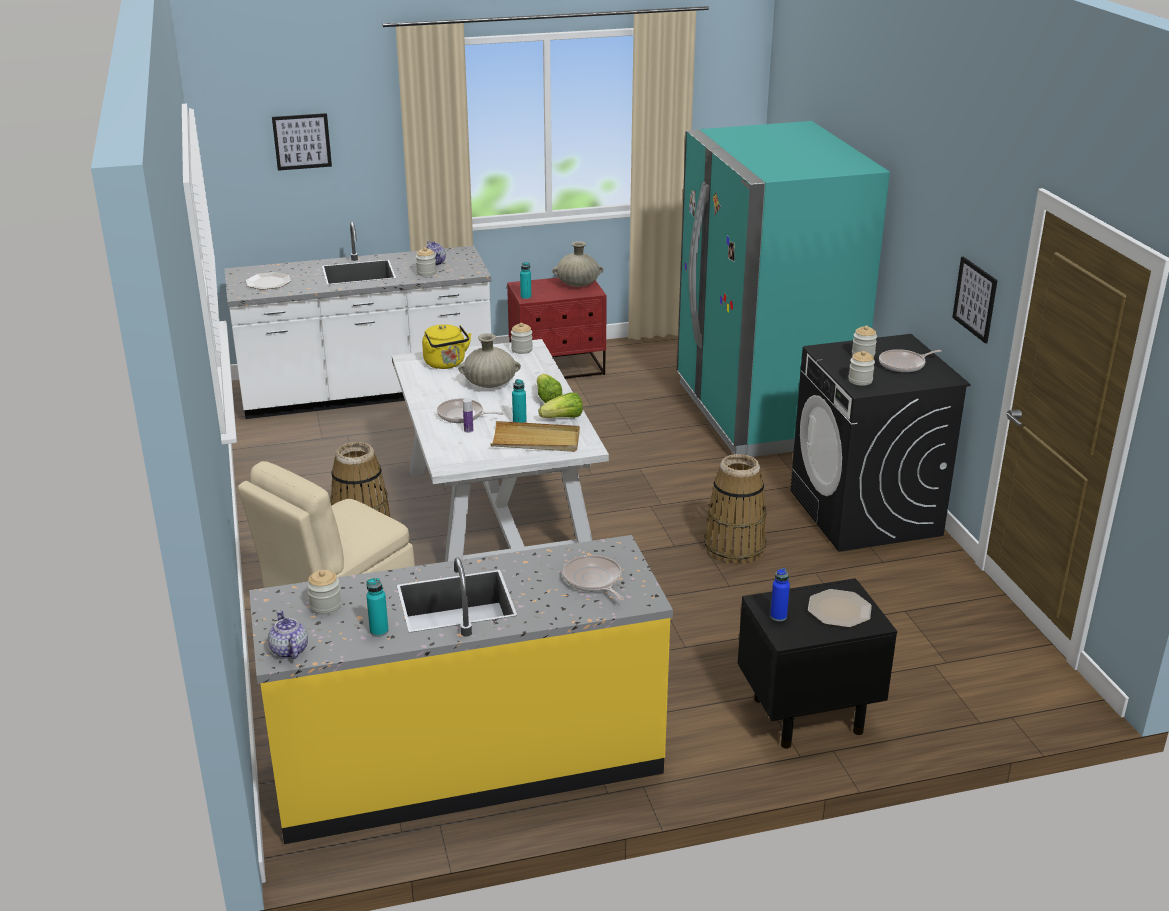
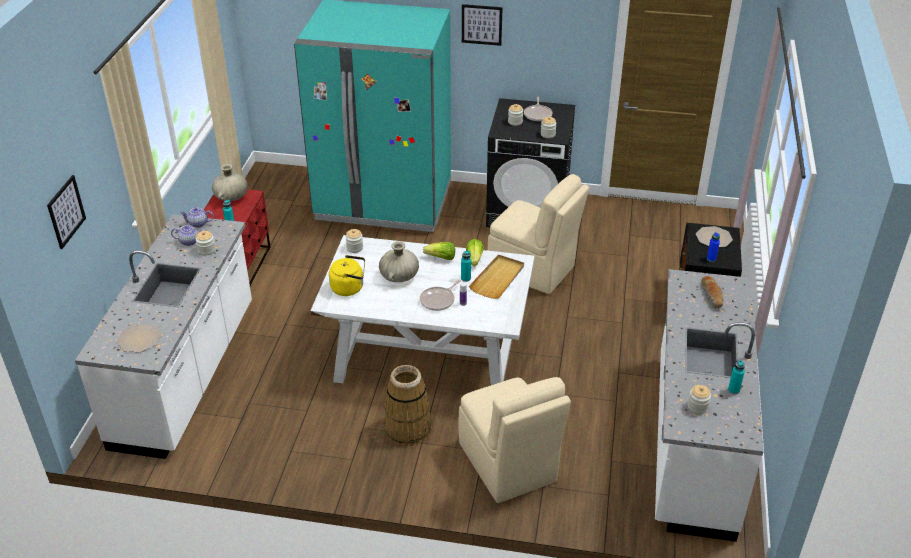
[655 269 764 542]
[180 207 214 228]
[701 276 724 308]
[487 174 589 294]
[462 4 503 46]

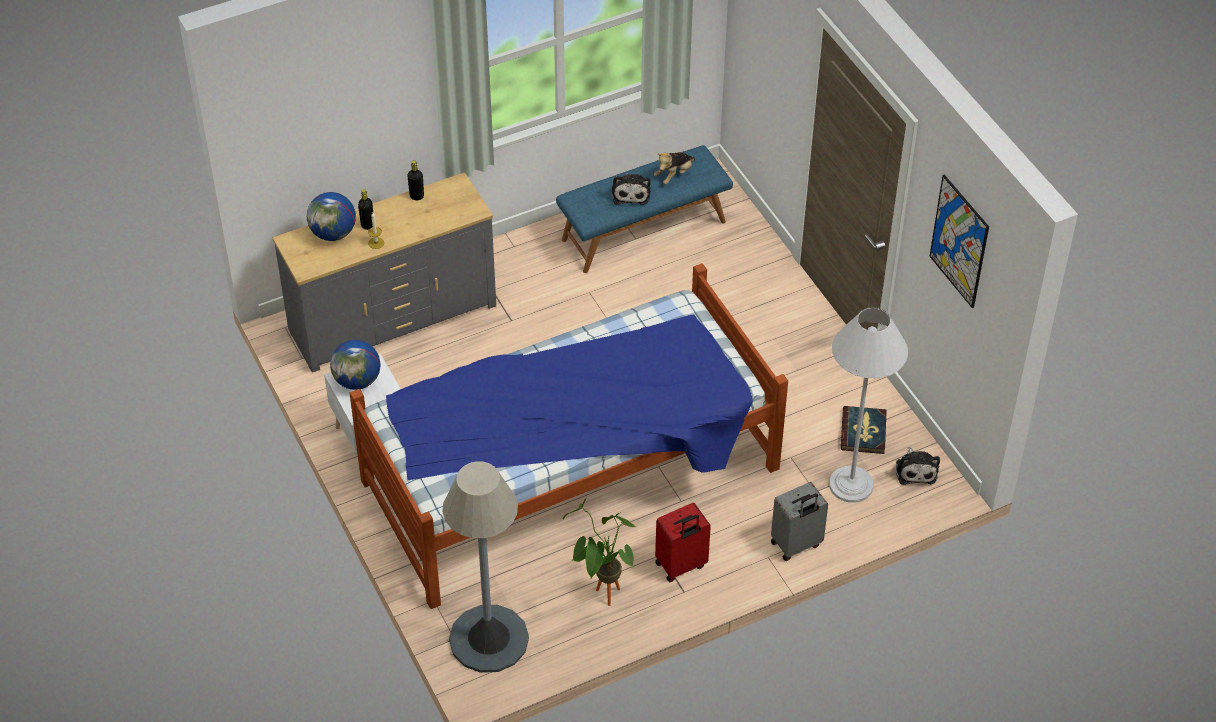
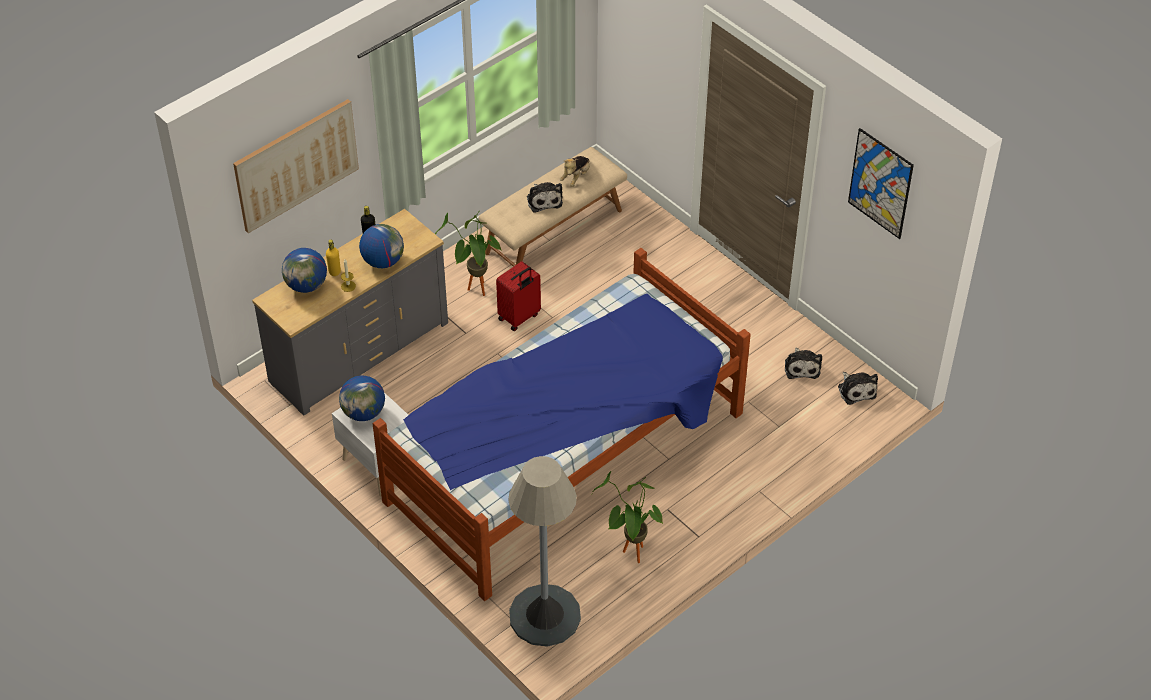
[326 240 341 276]
[479 147 627 267]
[496 261 541 331]
[771 482 828 561] (first image)
[829 307 908 503] (first image)
[785 348 822 379]
[233 99 359 233]
[359 224 404 268]
[435 212 501 296]

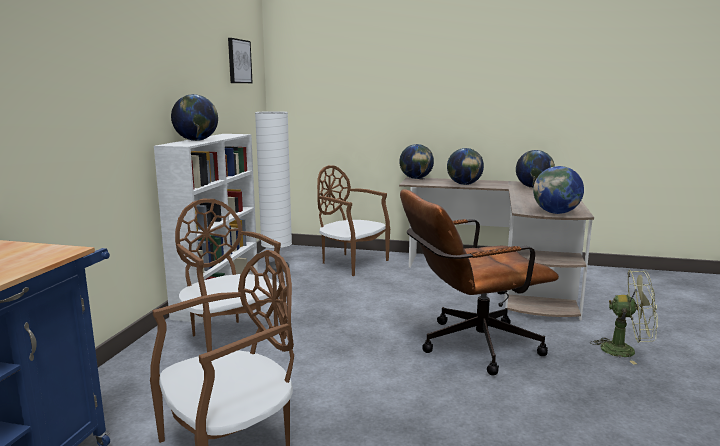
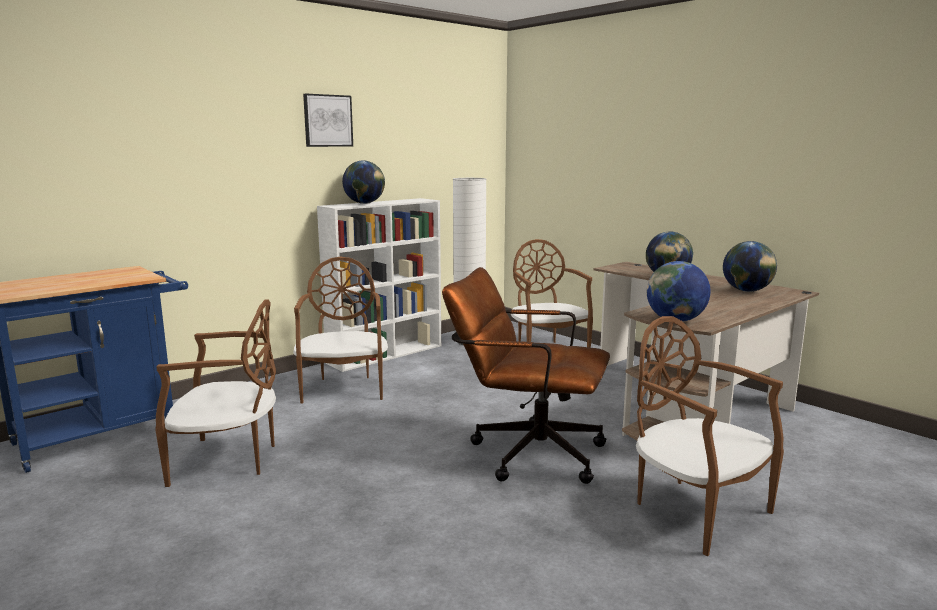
[303 93 353 147]
[399 144 434 179] (first image)
[636 316 784 556]

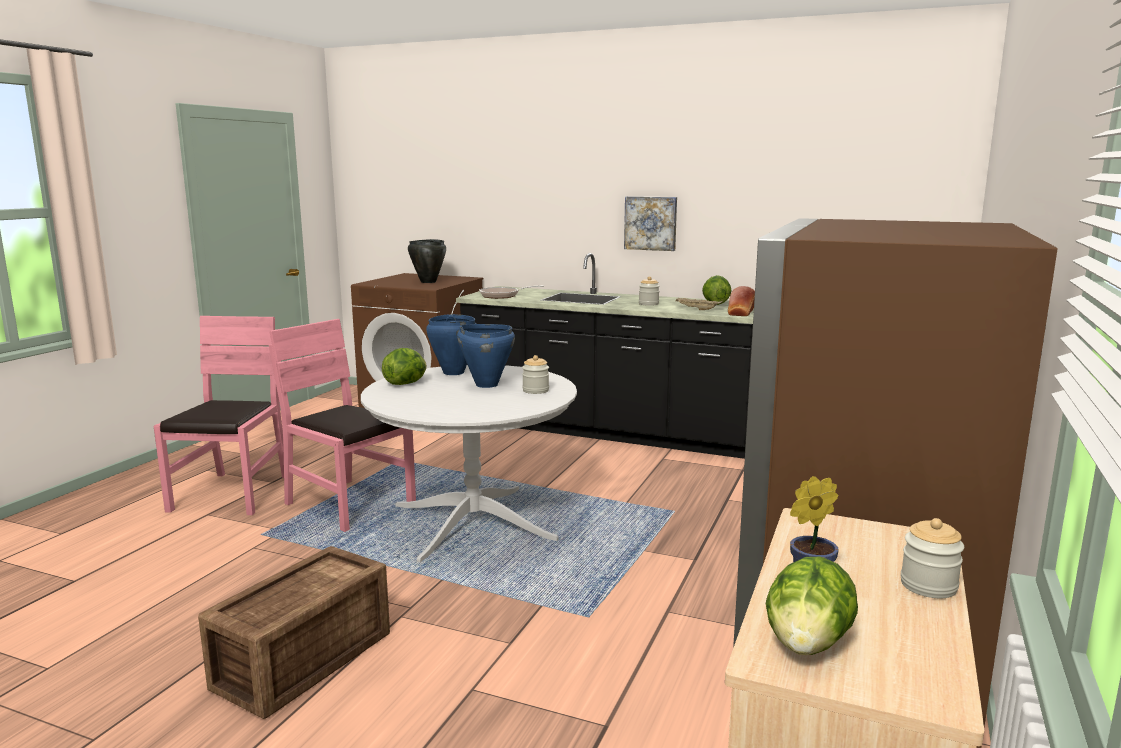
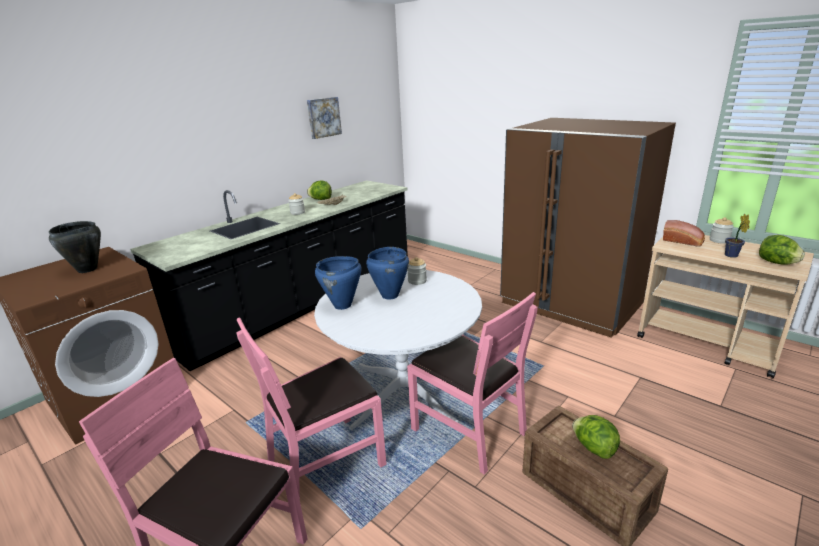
[572 415 620 459]
[479 285 544 299] (first image)
[307 97 342 139]
[663 220 705 247]
[407 292 537 475]

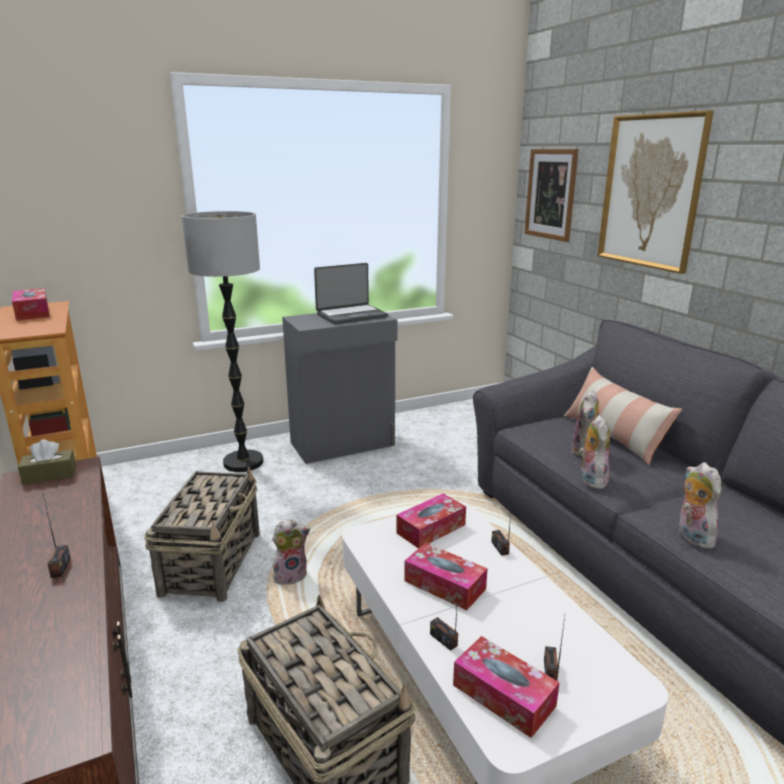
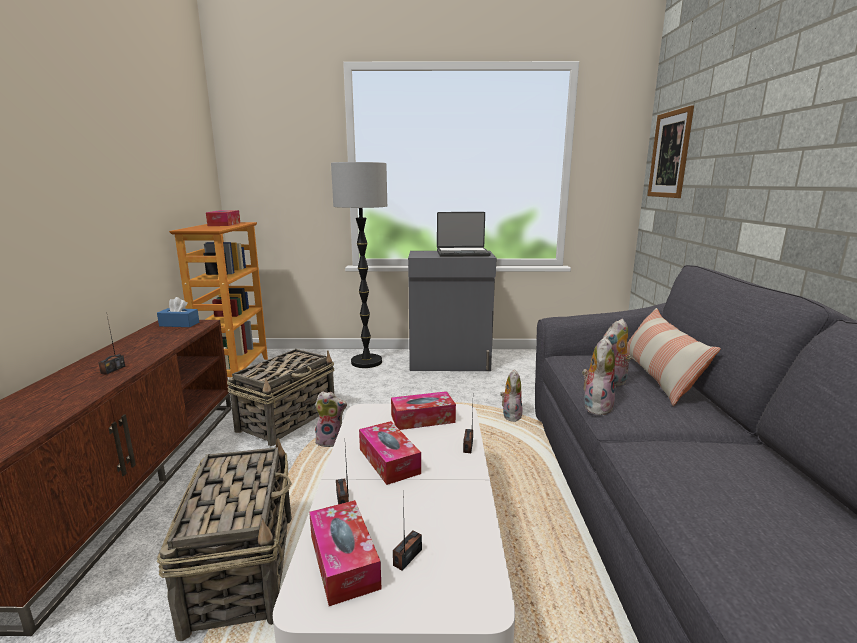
[157 297 199 327]
[597 110 714 274] (first image)
[500 369 522 422]

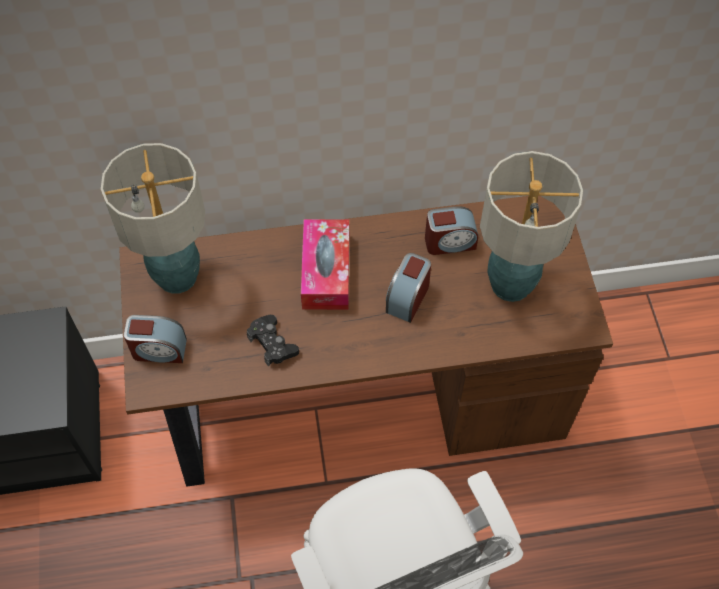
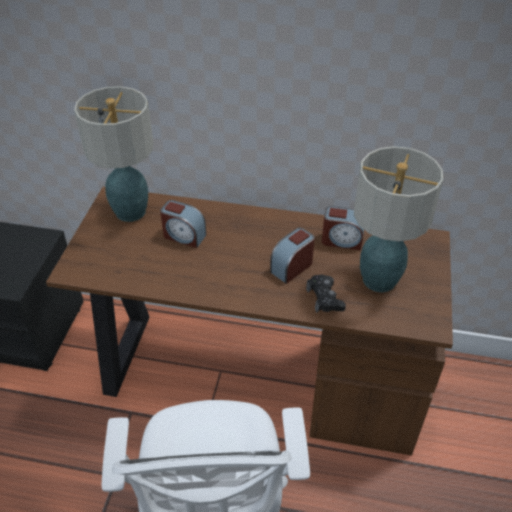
[160 200 206 248]
[306 275 346 313]
[301 219 349 310] (first image)

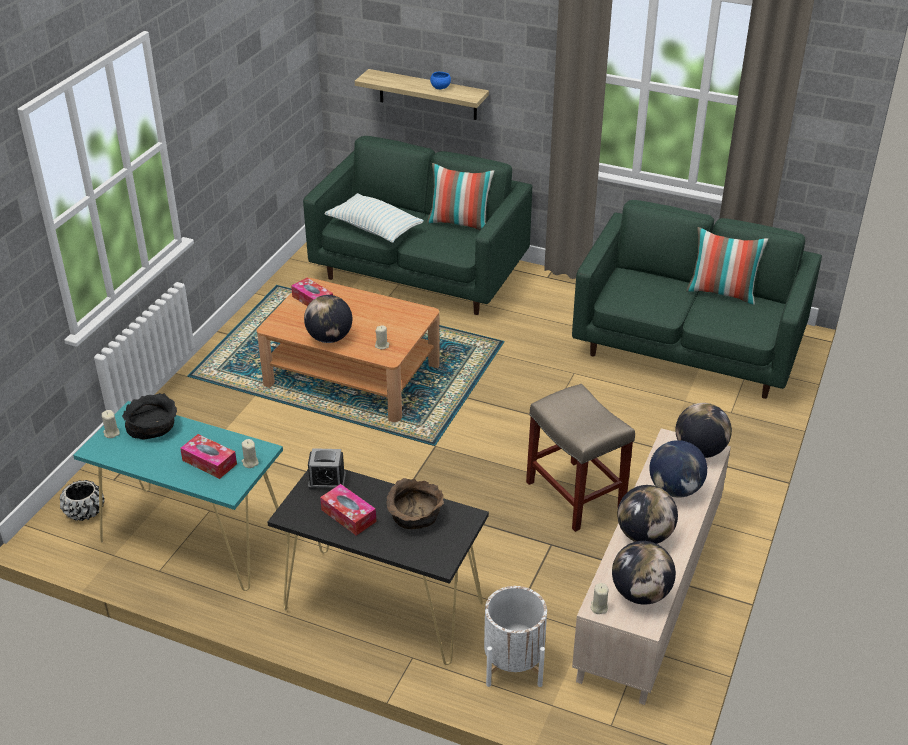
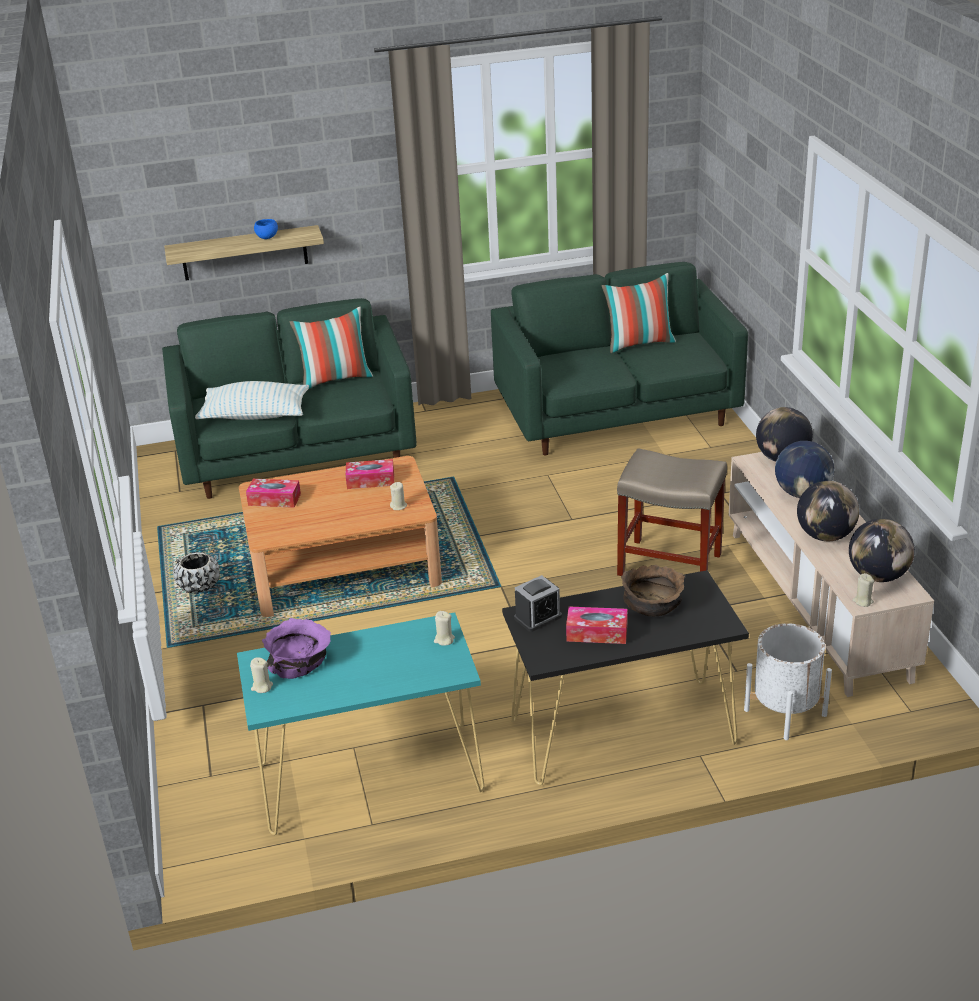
[173 552 220 594]
[262 618 331 679]
[345 459 394 489]
[304 295 352 343] (first image)

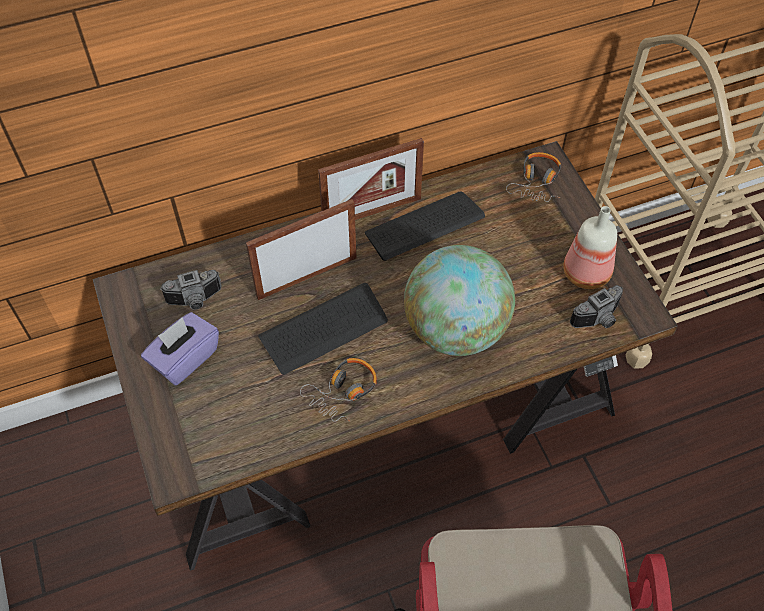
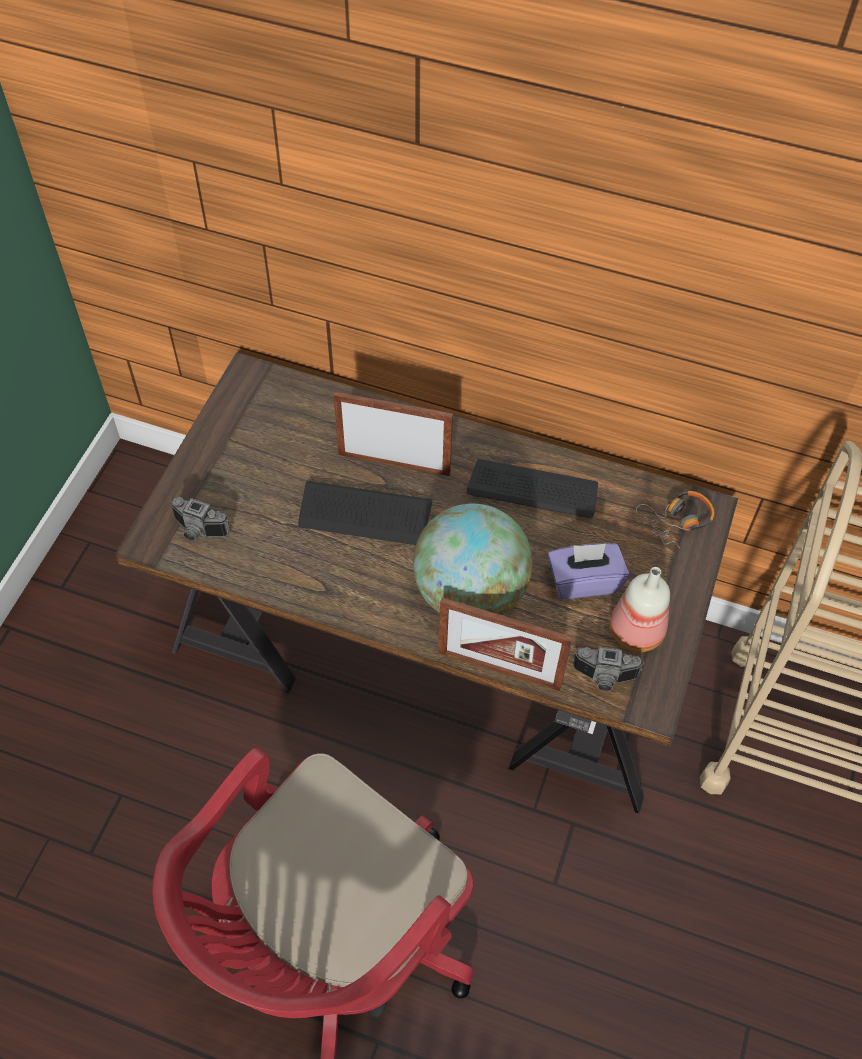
[548 543 629 599]
[170 497 231 541]
[300 358 377 422] (first image)
[438 597 573 691]

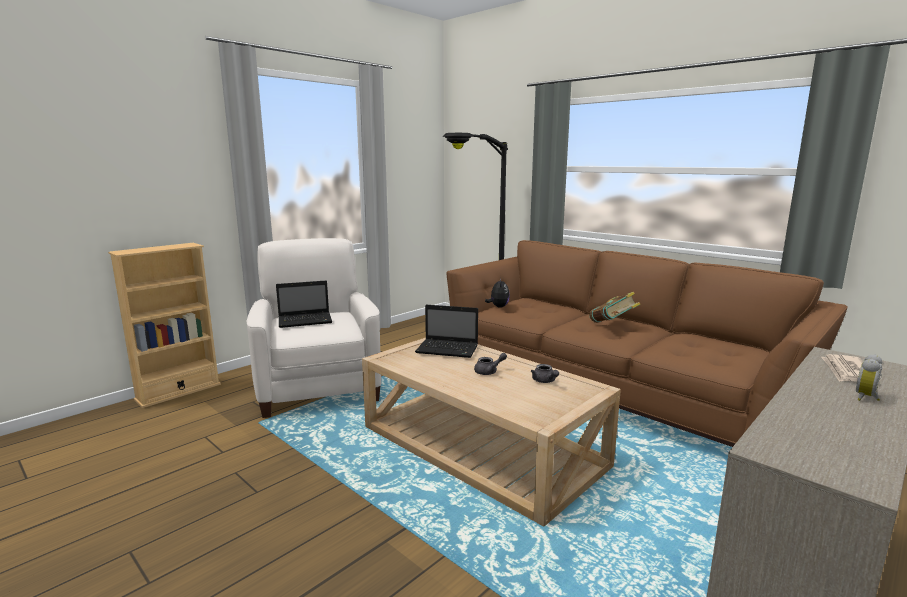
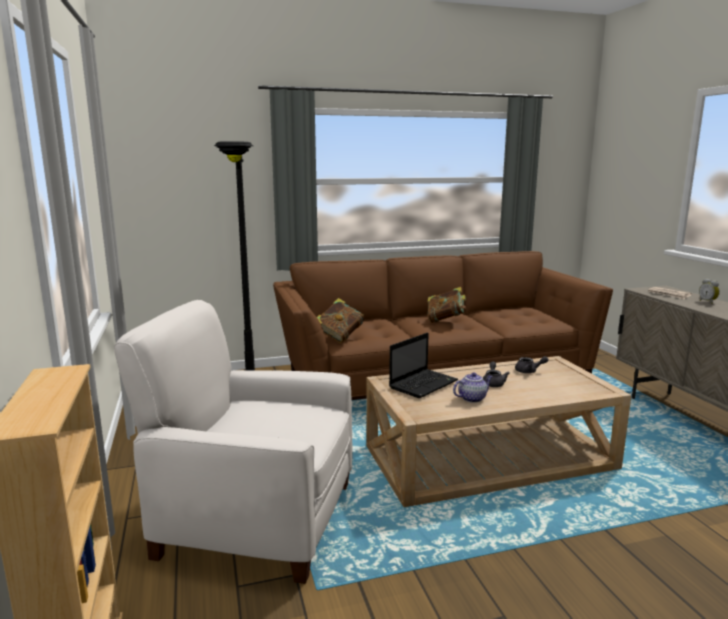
[276 281 332 328] (first image)
[317 298 364 343]
[453 372 493 403]

